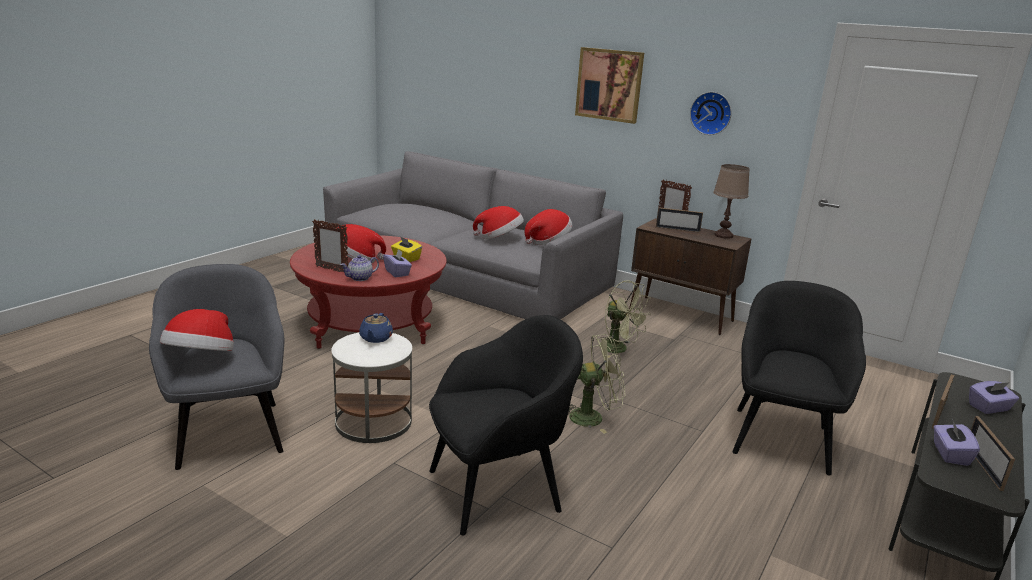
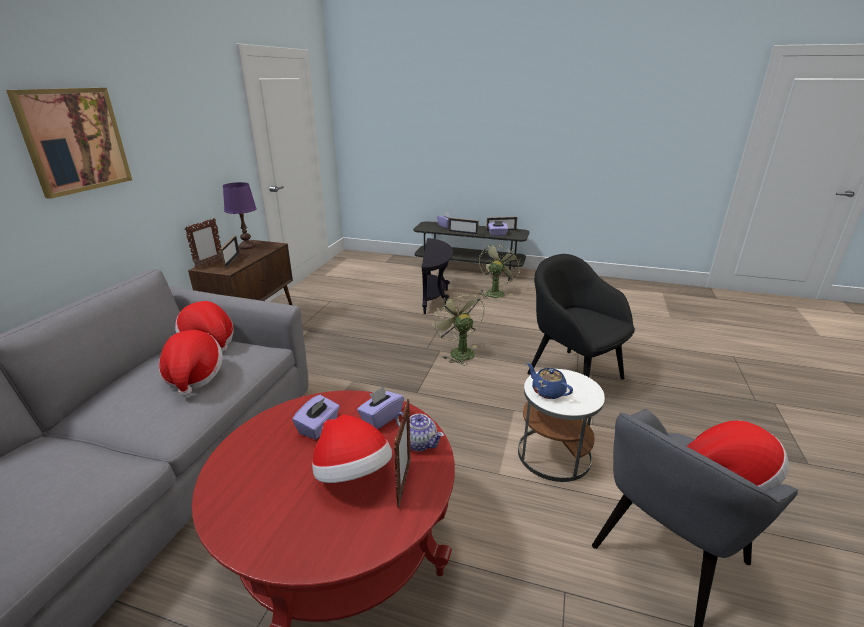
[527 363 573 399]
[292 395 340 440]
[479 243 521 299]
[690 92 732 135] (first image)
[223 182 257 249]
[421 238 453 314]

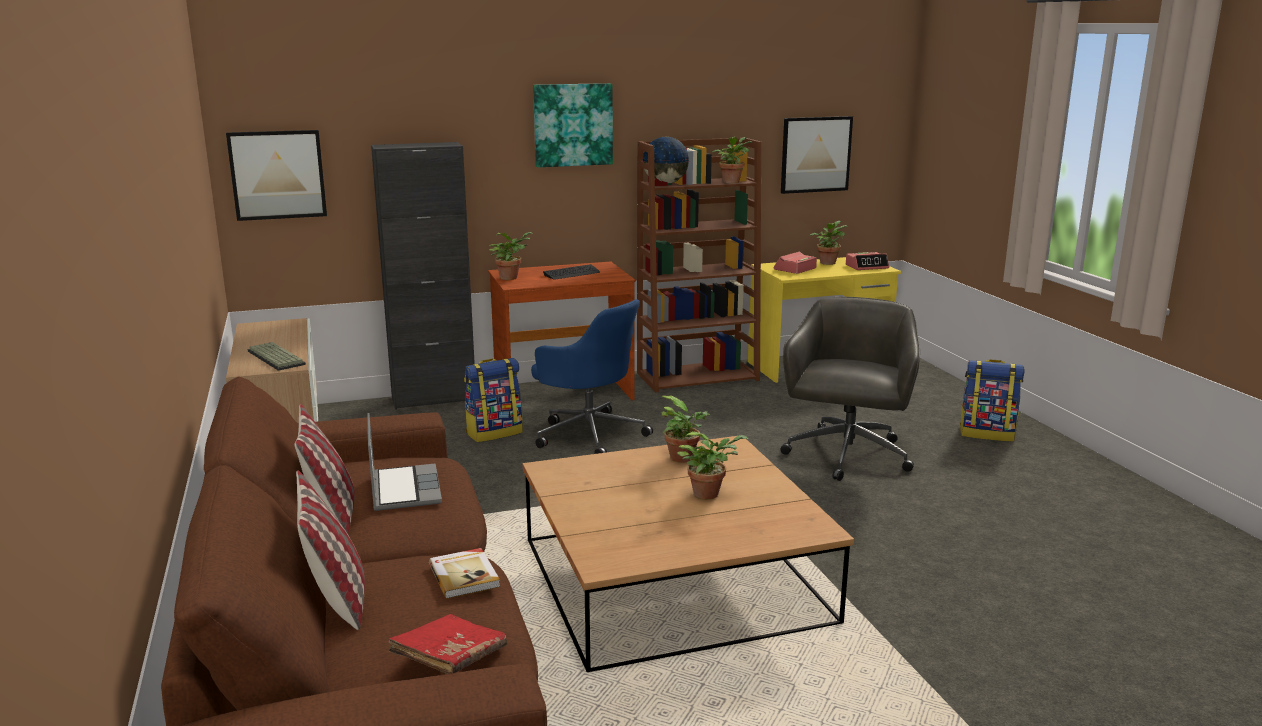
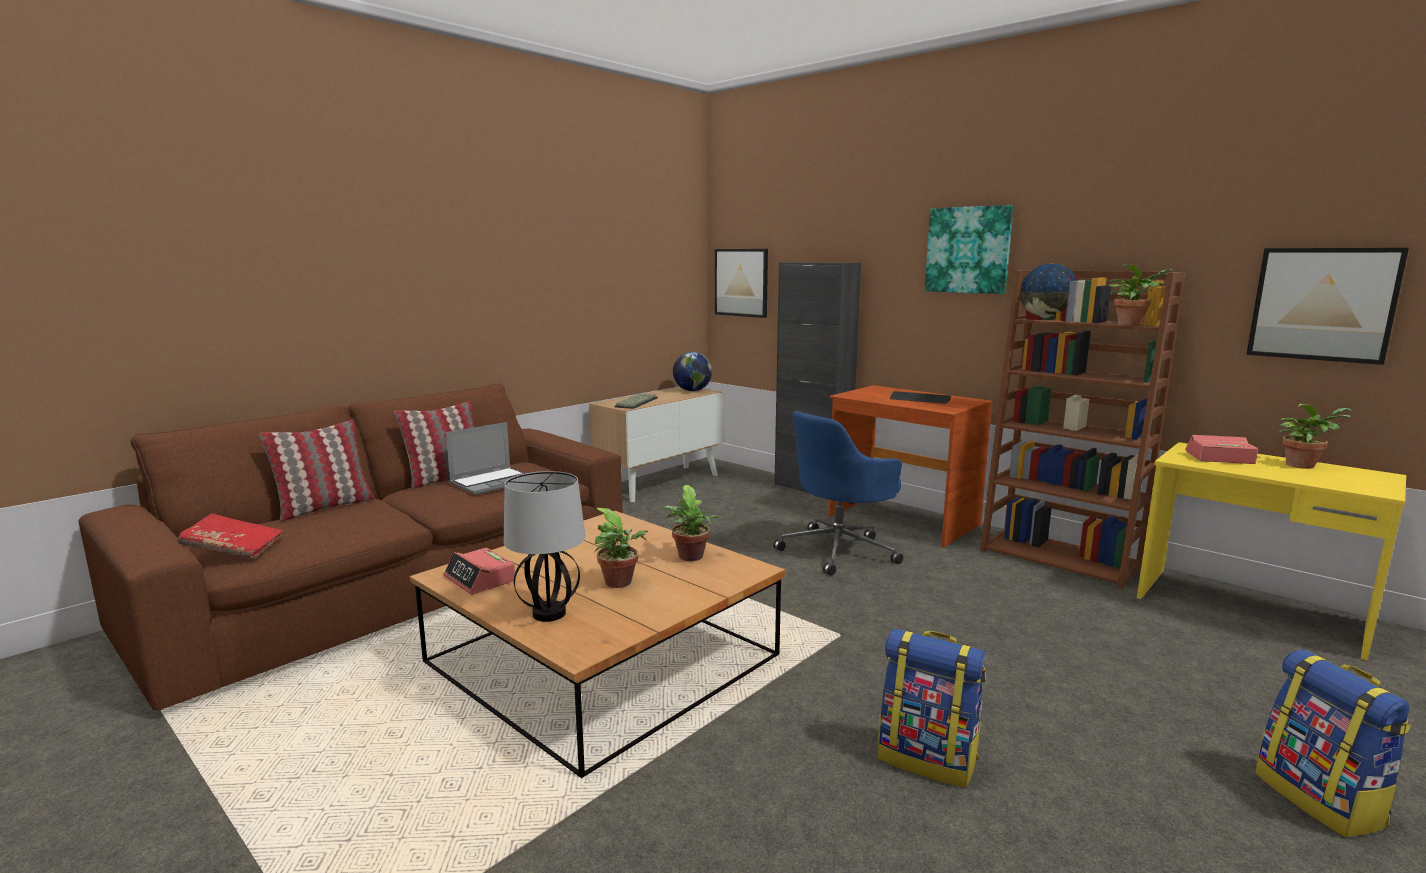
[429 548 500 599] (first image)
[878 629 986 788]
[489 232 533 280] (first image)
[773 411 903 576]
[780 297 920 481] (first image)
[444 548 515 595]
[504 471 585 622]
[673 352 712 391]

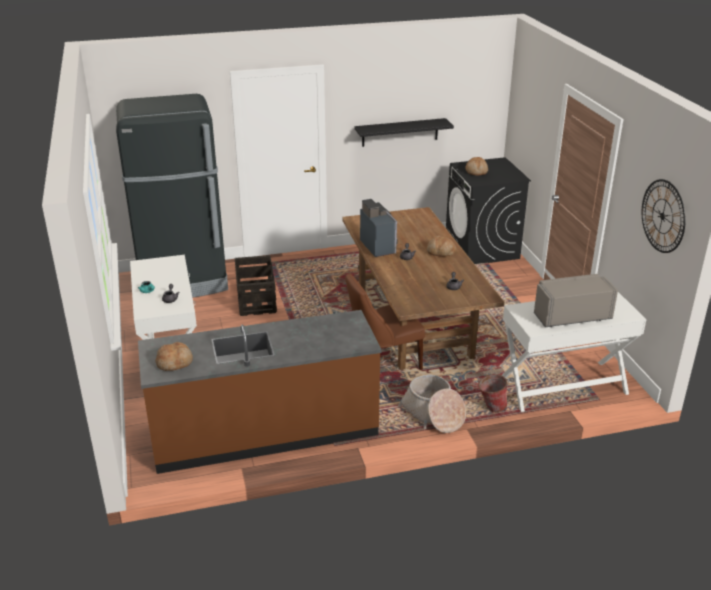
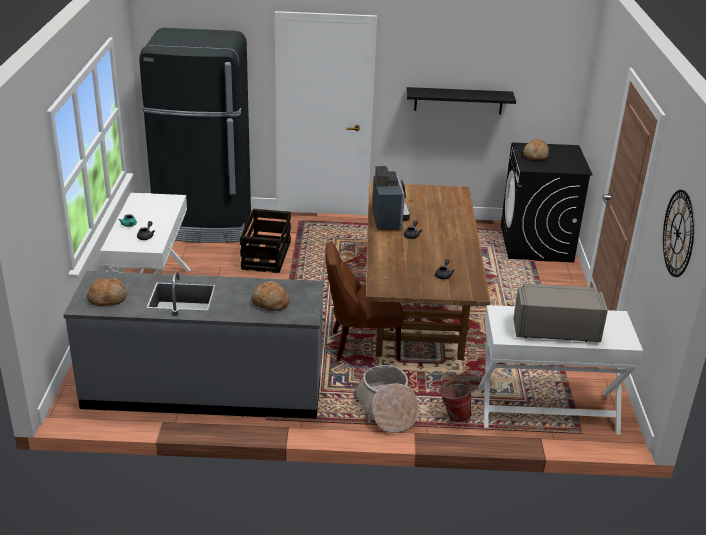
[63 271 324 419]
[251 281 290 311]

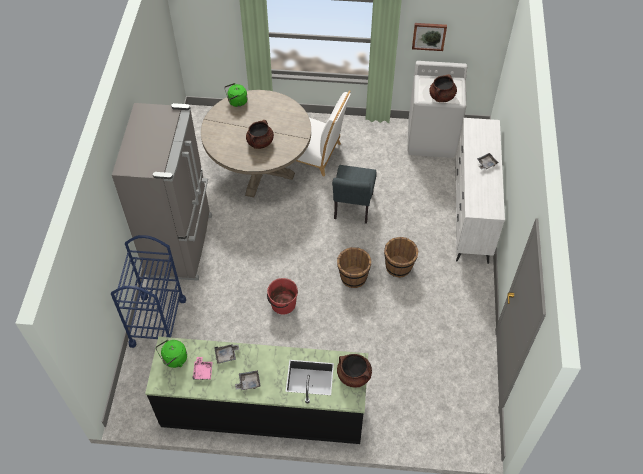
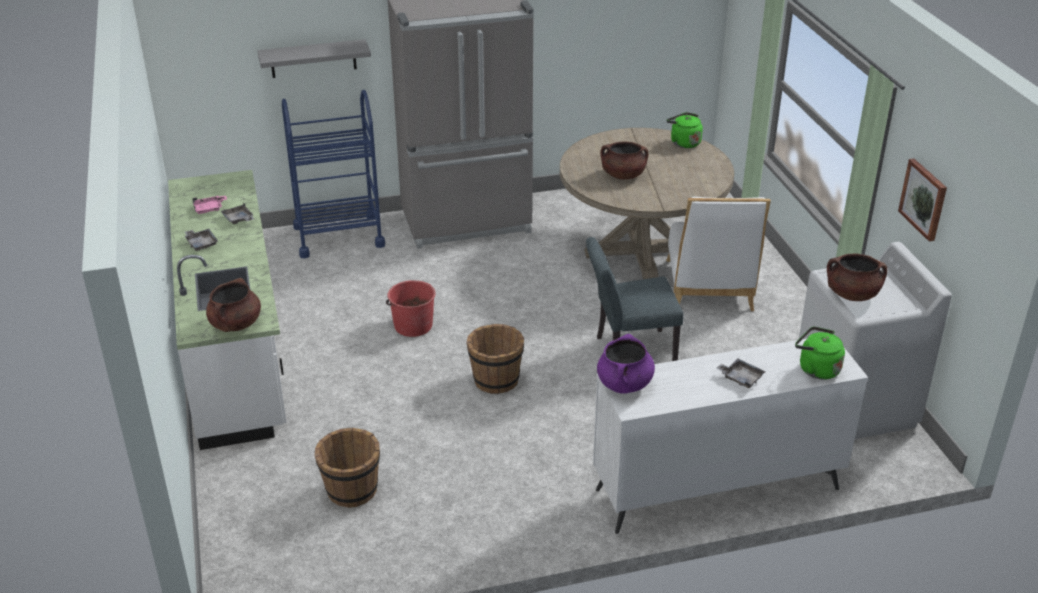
[168 170 286 450]
[795 327 845 379]
[315 428 380 508]
[257 39 371 78]
[597 334 655 394]

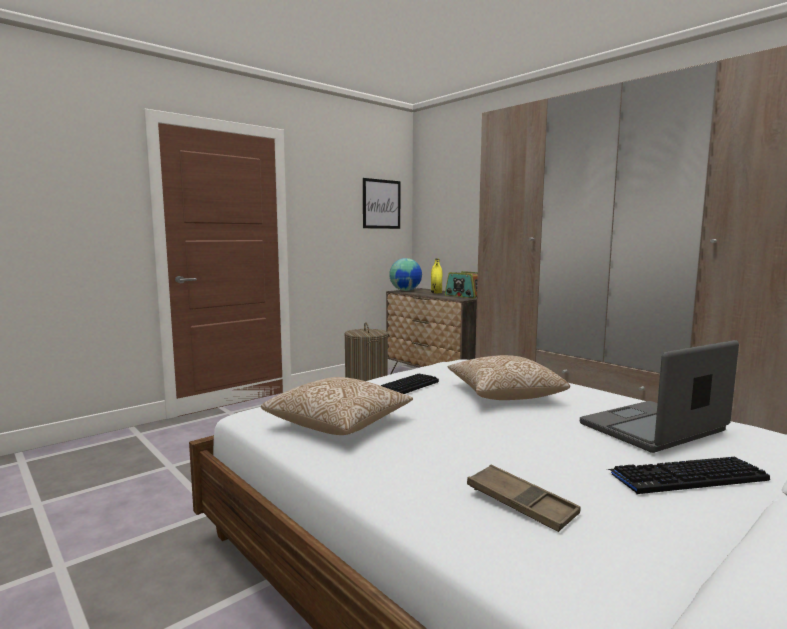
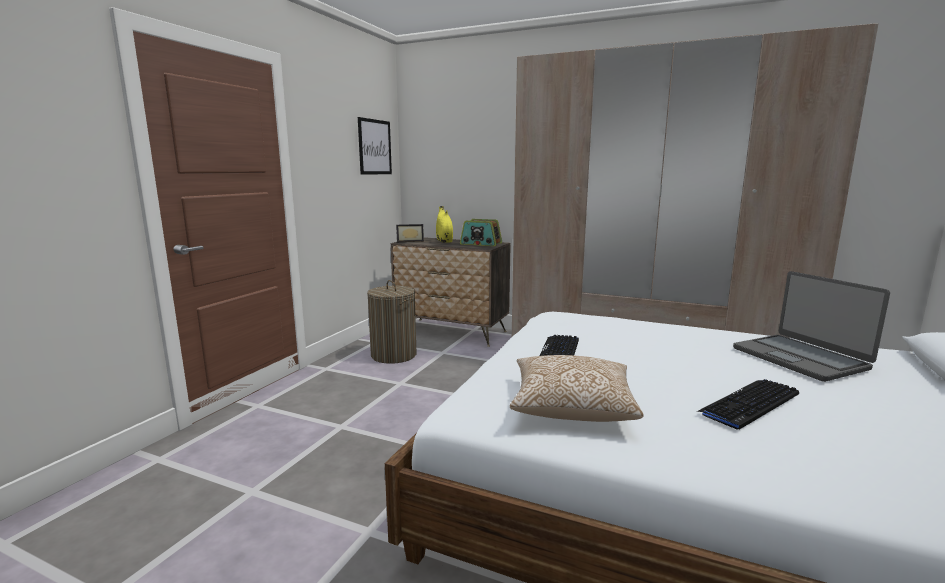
[396 224 424 242]
[447 355 570 400] (first image)
[467 464 581 532] (first image)
[733 271 890 382]
[696 379 799 430]

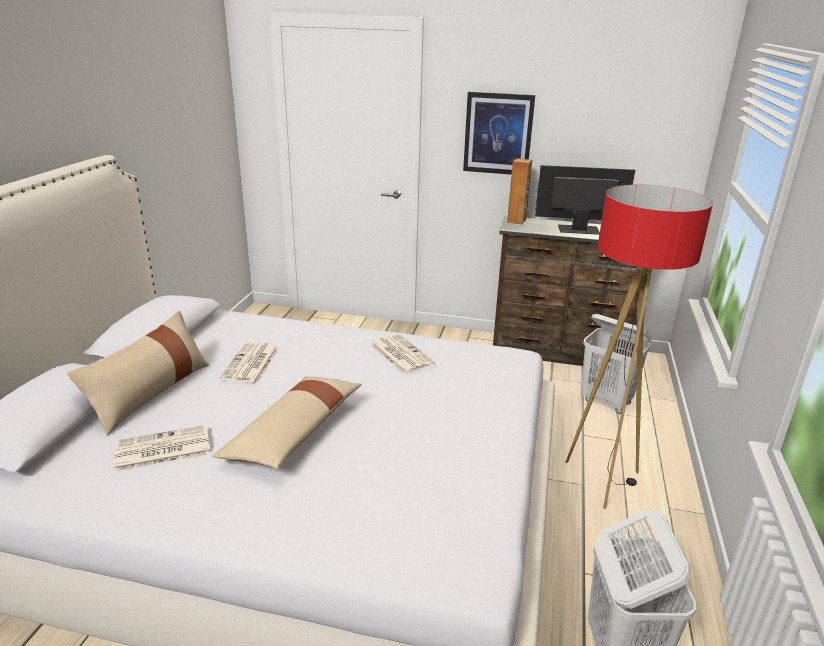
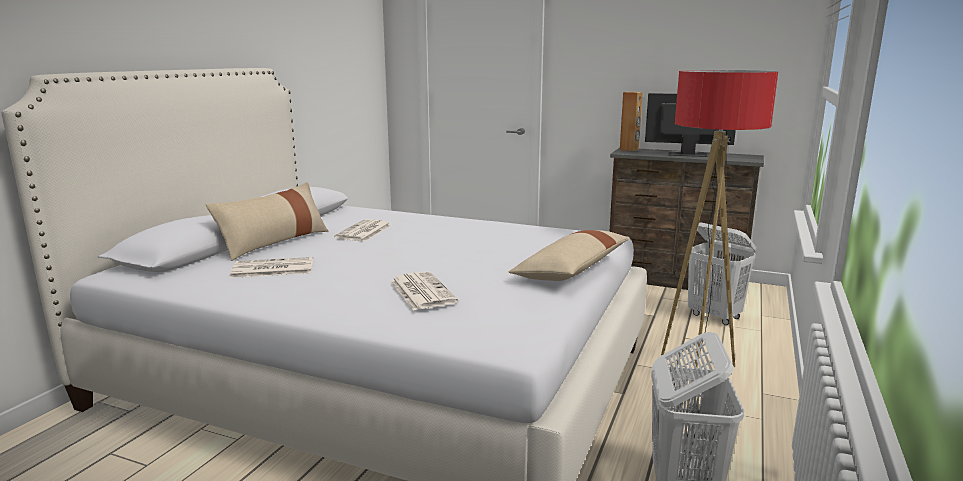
[509 230 630 281]
[390 271 458 310]
[463 92 535 175] (first image)

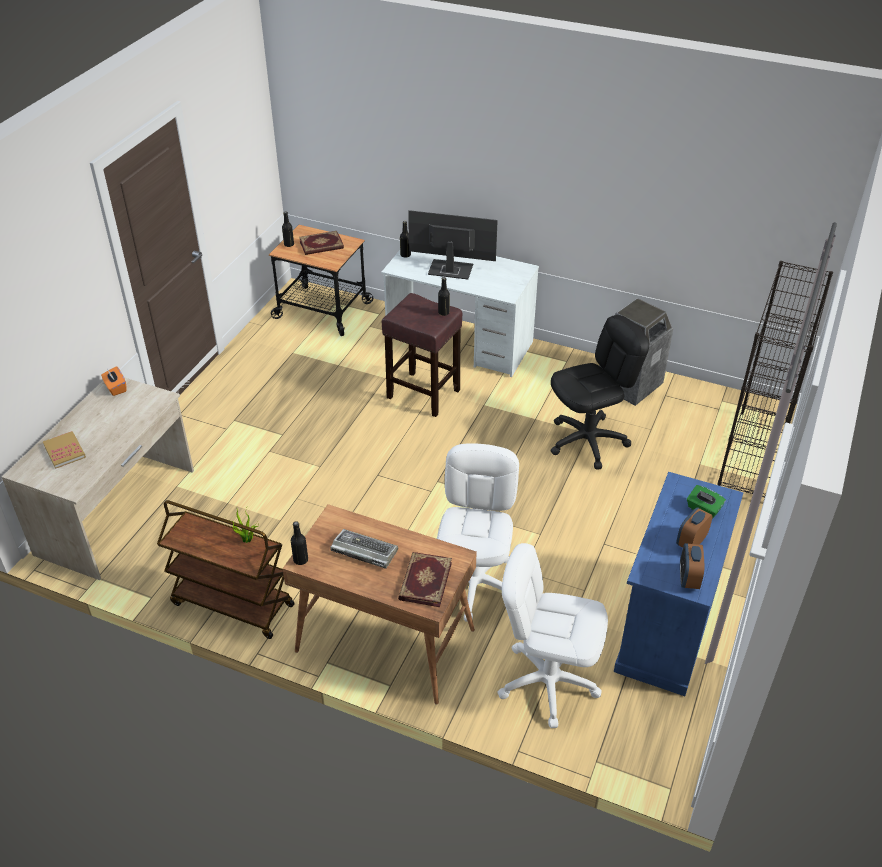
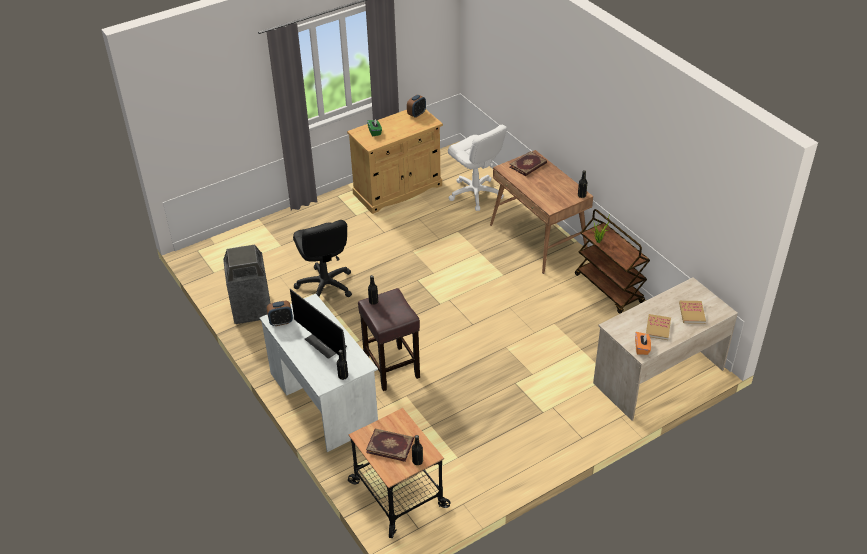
[330 529 398 569] (first image)
[437 443 519 622] (first image)
[293 220 352 297]
[347 110 443 214]
[267 301 293 326]
[717 261 833 499] (first image)
[646 314 671 340]

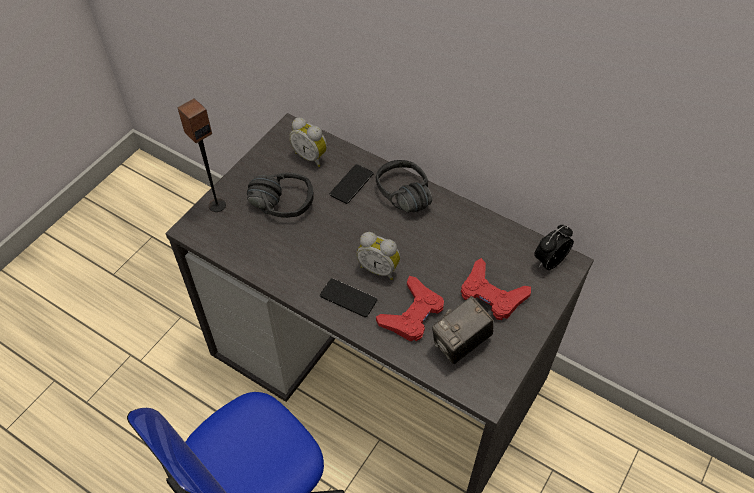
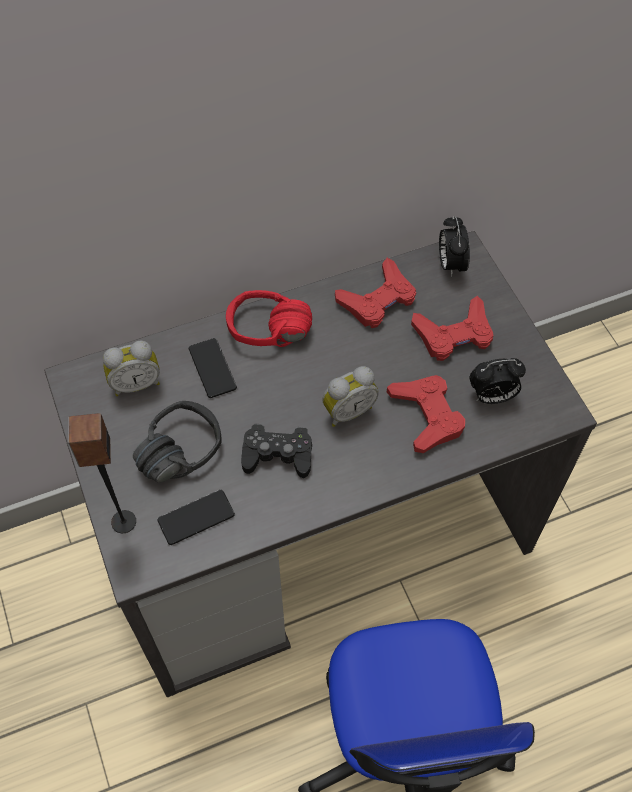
[157 490 235 545]
[226 290 312 347]
[469 358 526 404]
[241 424 312 478]
[335 258 416 328]

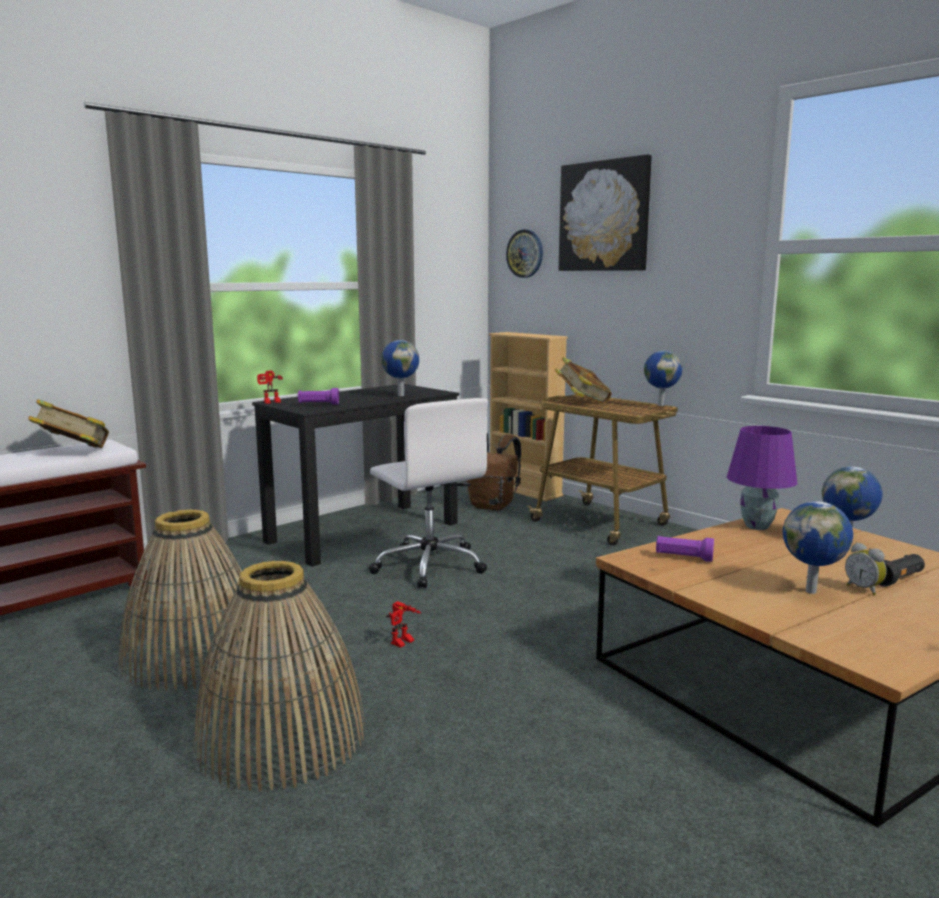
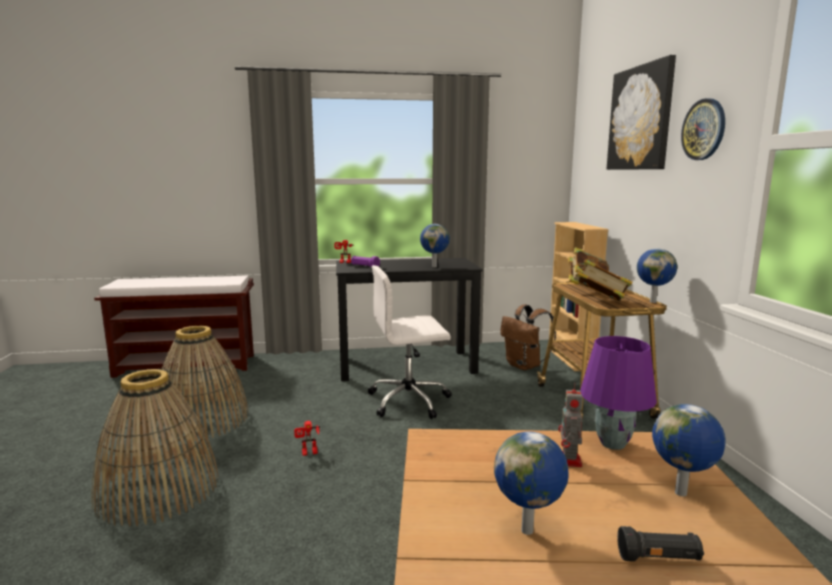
[576 259 633 301]
[368 265 452 419]
[681 98 725 160]
[656 536 714 562] (first image)
[845 542 887 595] (first image)
[558 383 583 467]

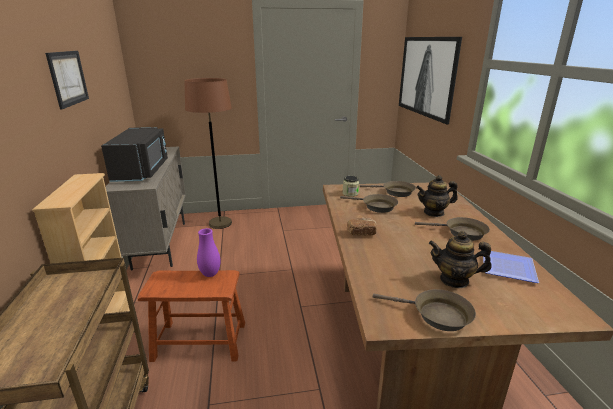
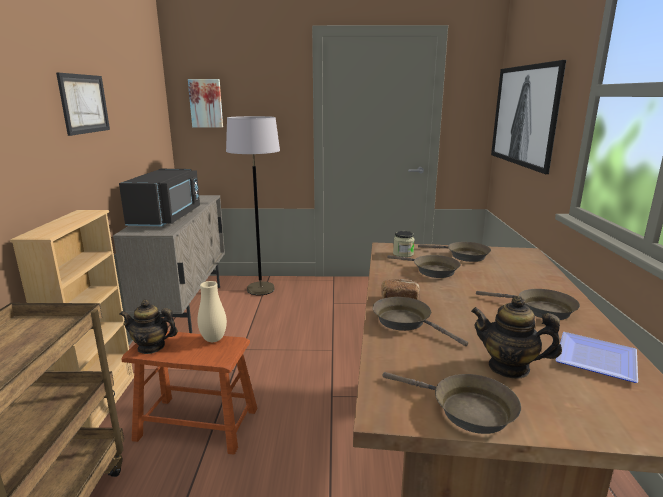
[226 116 280 295]
[197 281 227 342]
[119 300 178 354]
[188 79 223 127]
[373 297 468 346]

